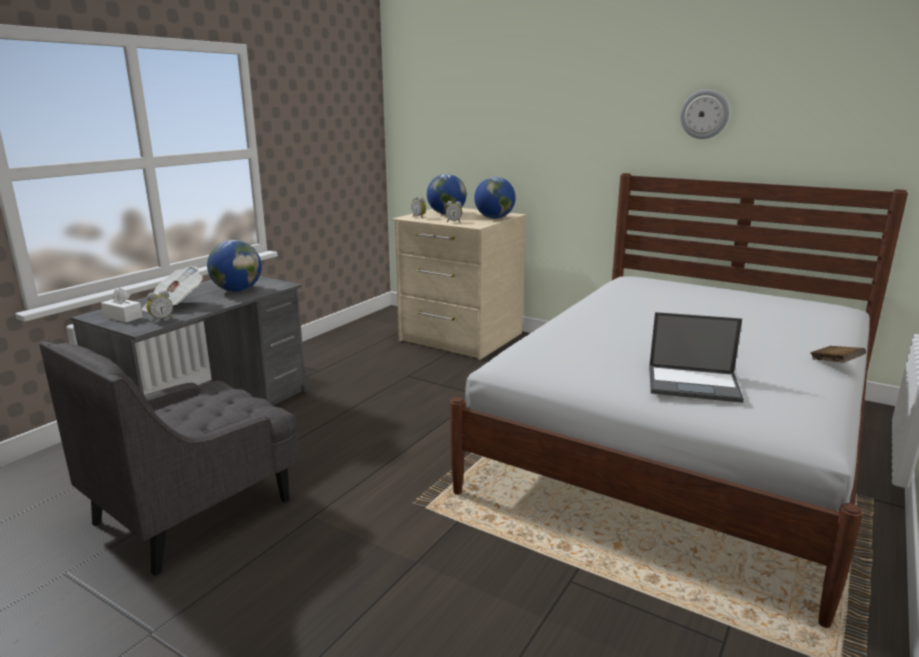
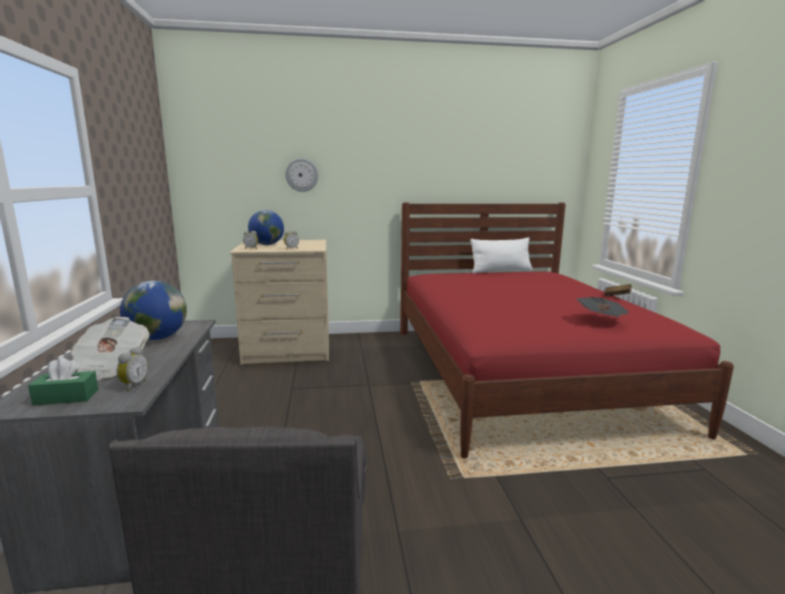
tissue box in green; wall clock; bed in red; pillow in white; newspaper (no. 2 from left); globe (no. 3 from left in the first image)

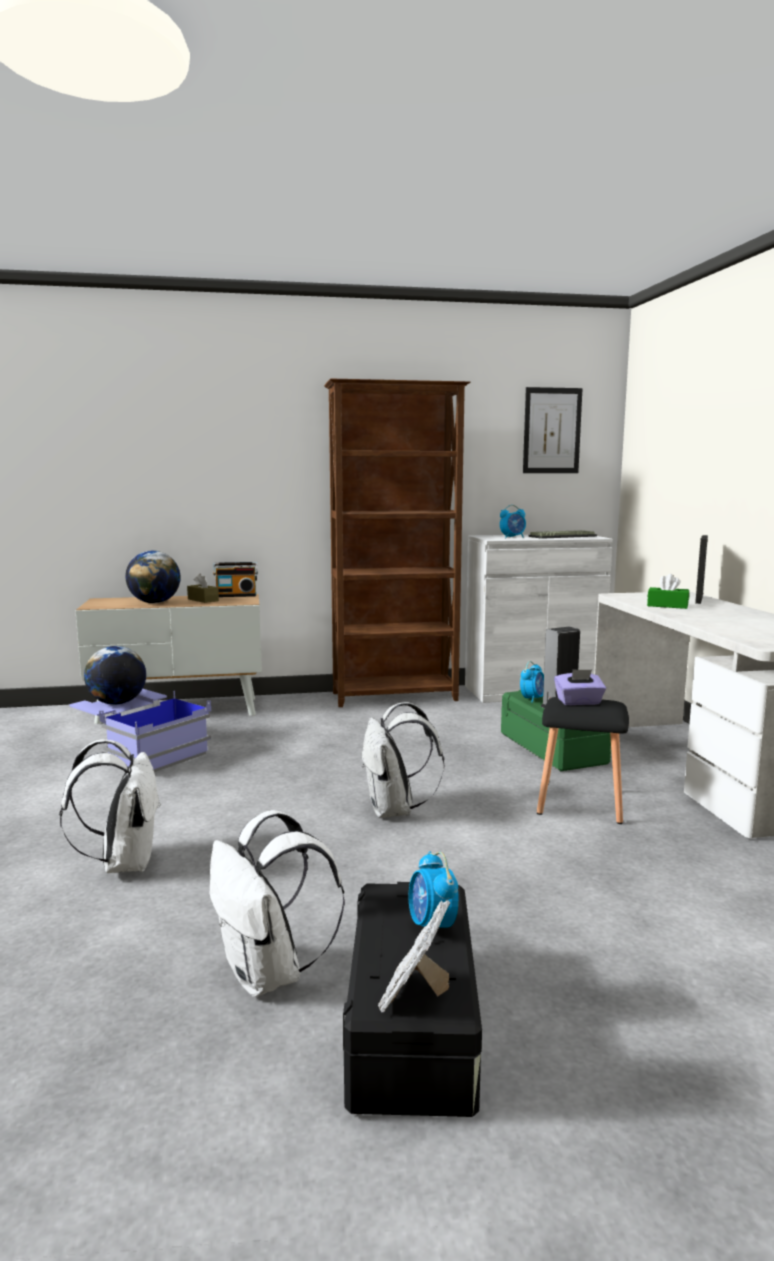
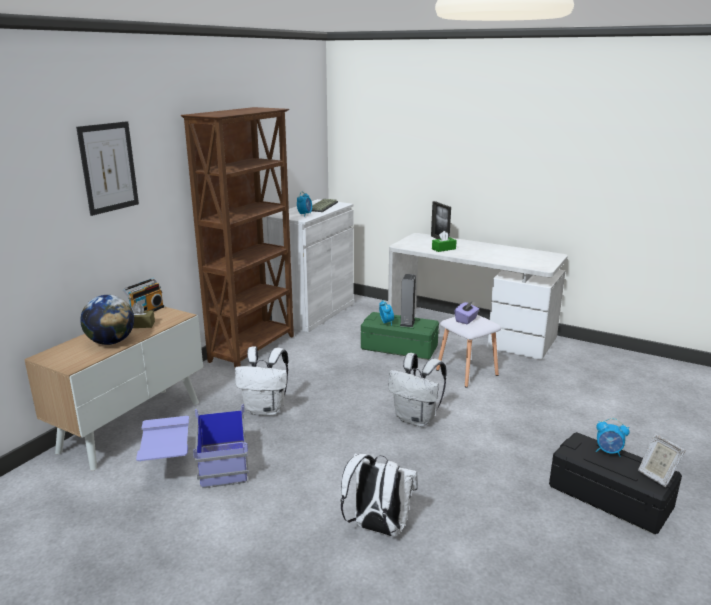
picture; backpack in white (no. 1 from left); stool in white; globe (no. 1 from left in the first image)

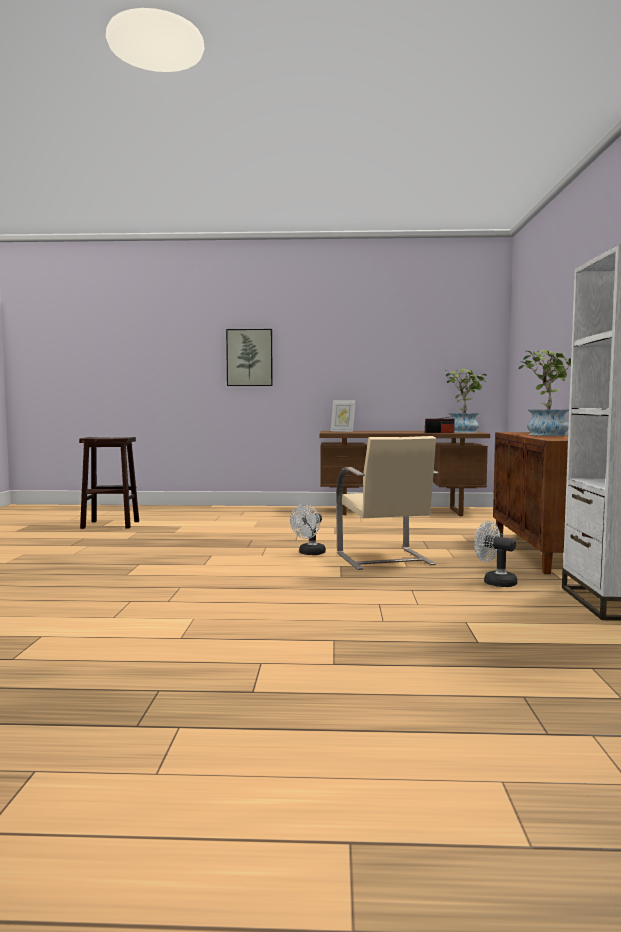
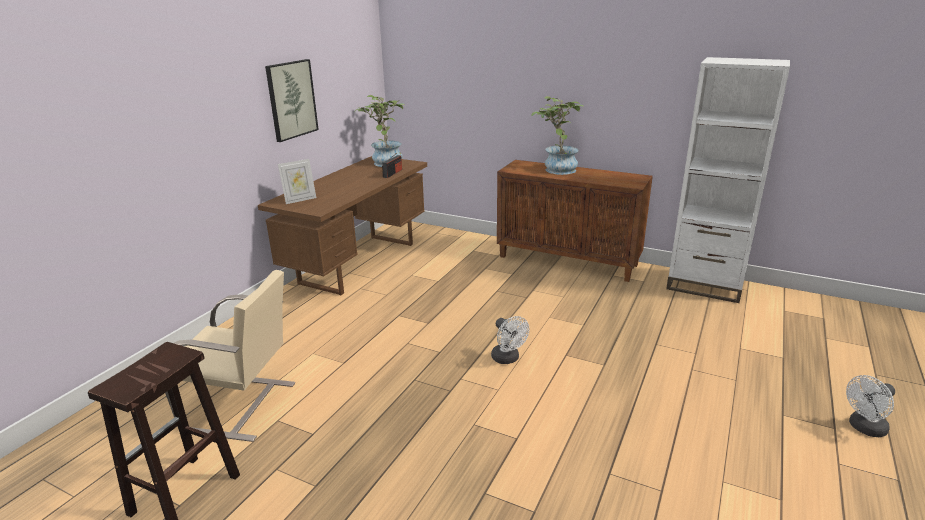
chair in beige; picture; fan in white (no. 2 from left)

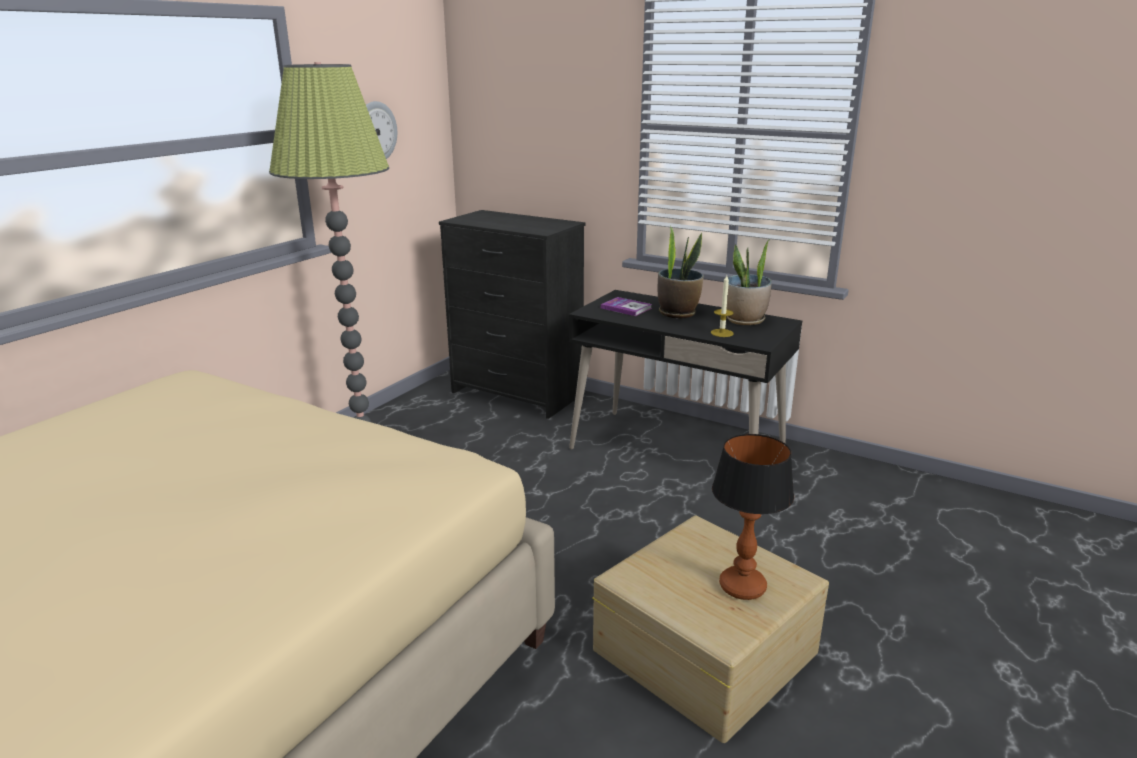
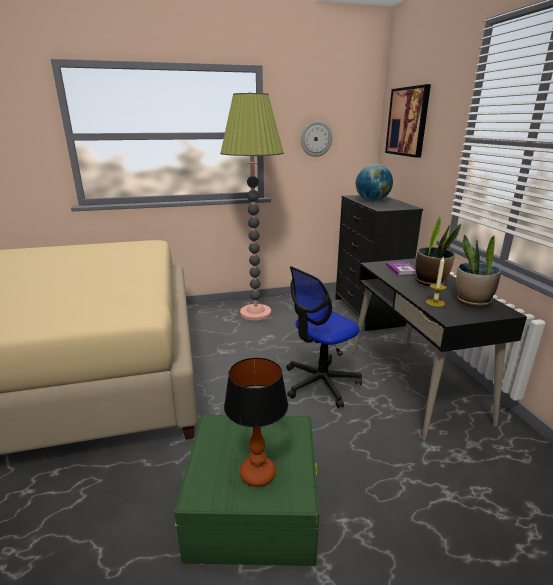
storage box in green; office chair; globe; picture

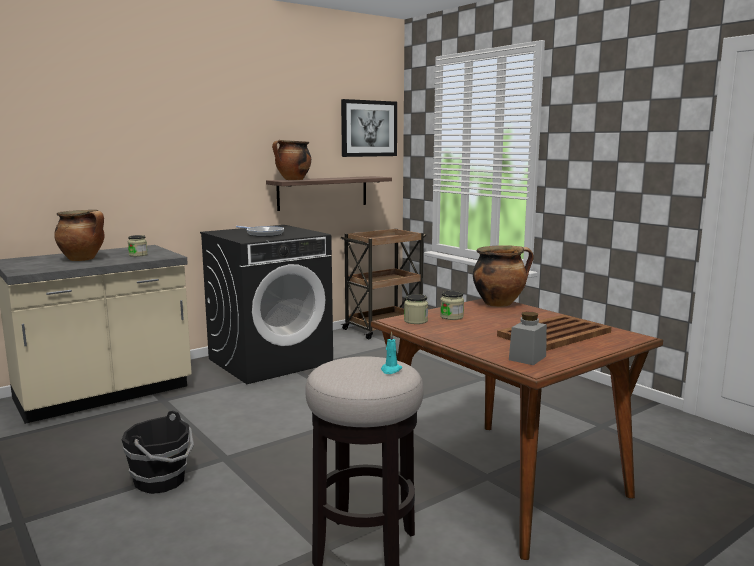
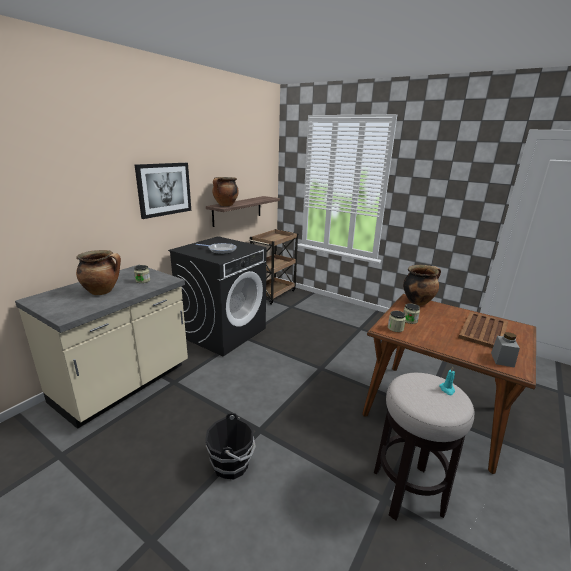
picture

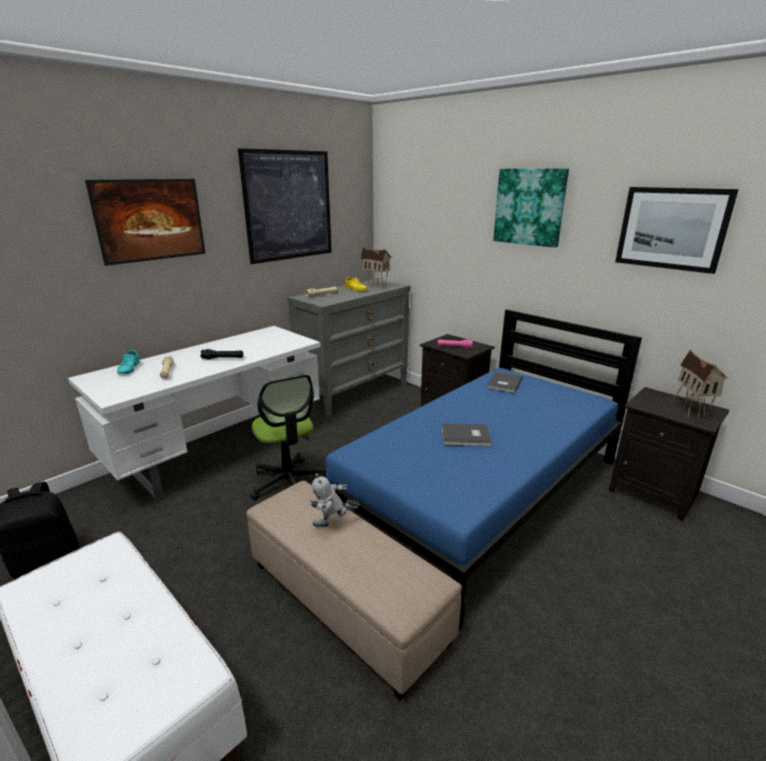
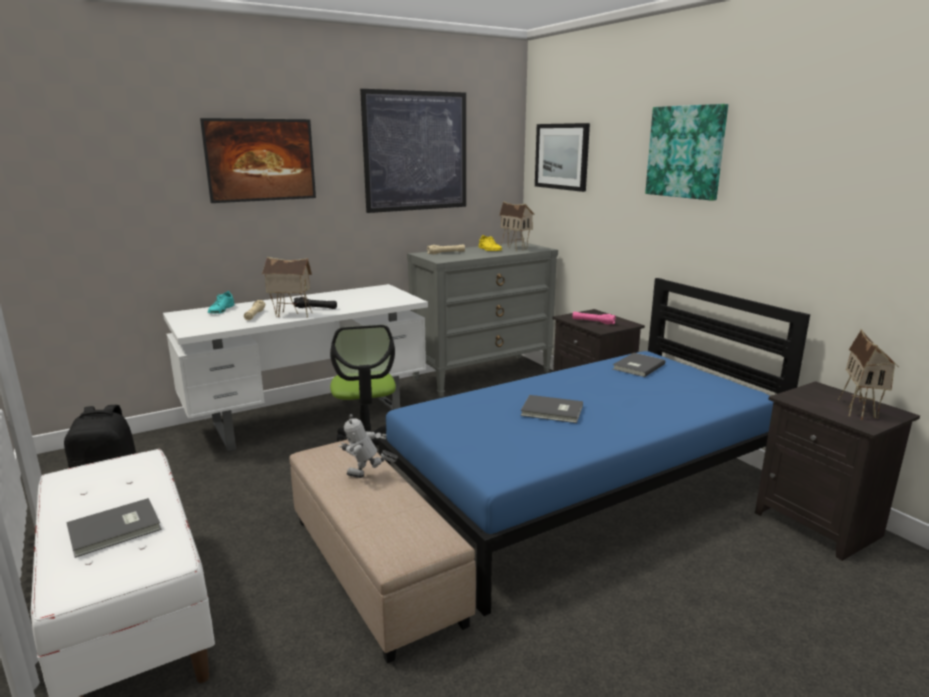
book in grey (no. 1 from left); toy house (no. 1 from left); picture (no. 3 from left)

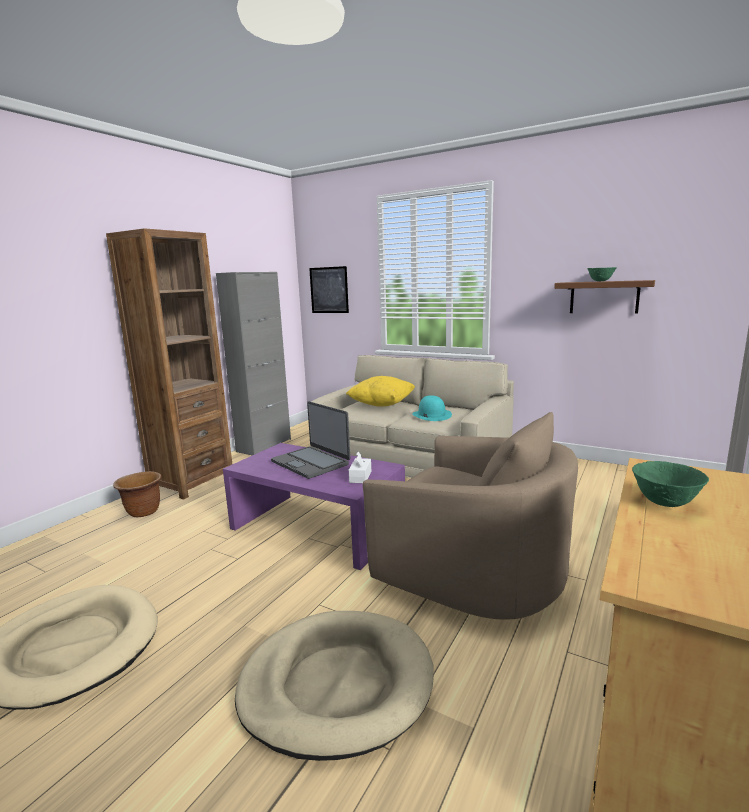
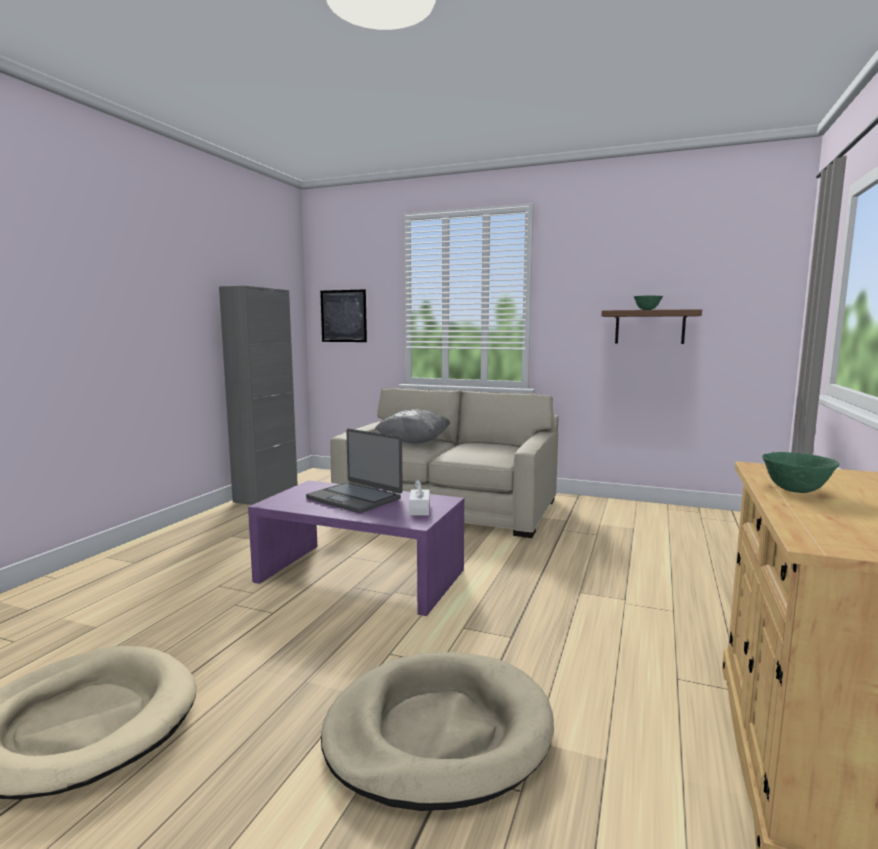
pillow in grey; bookcase in brown; planter in brown; armchair in beige; hat in turquoise

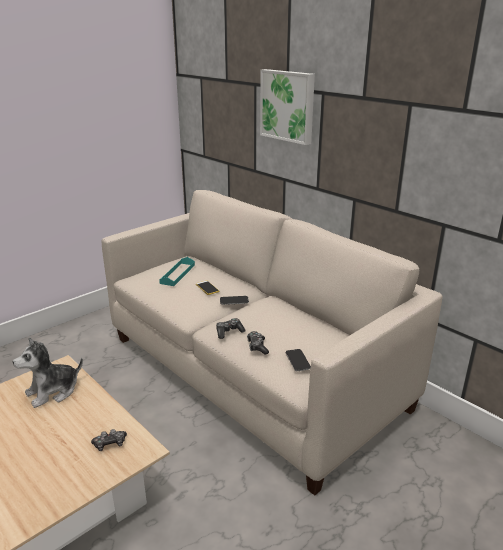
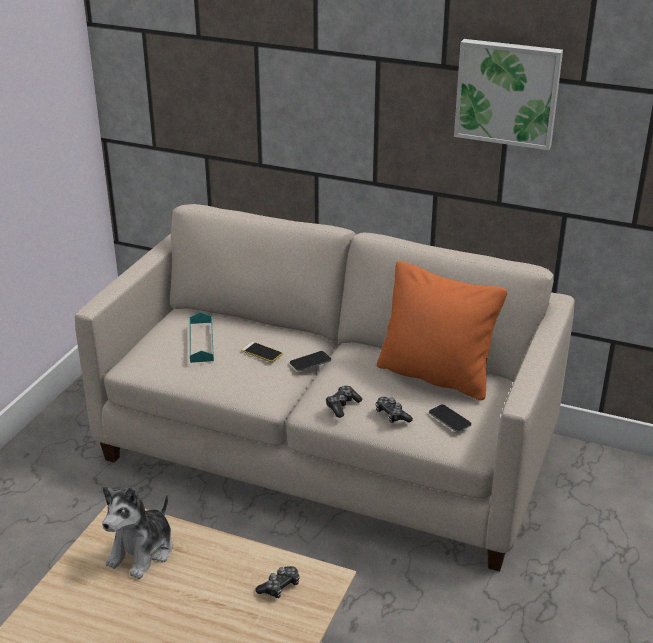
pillow in orange; picture

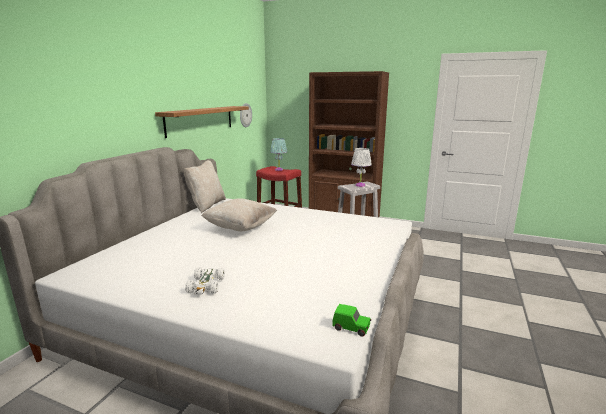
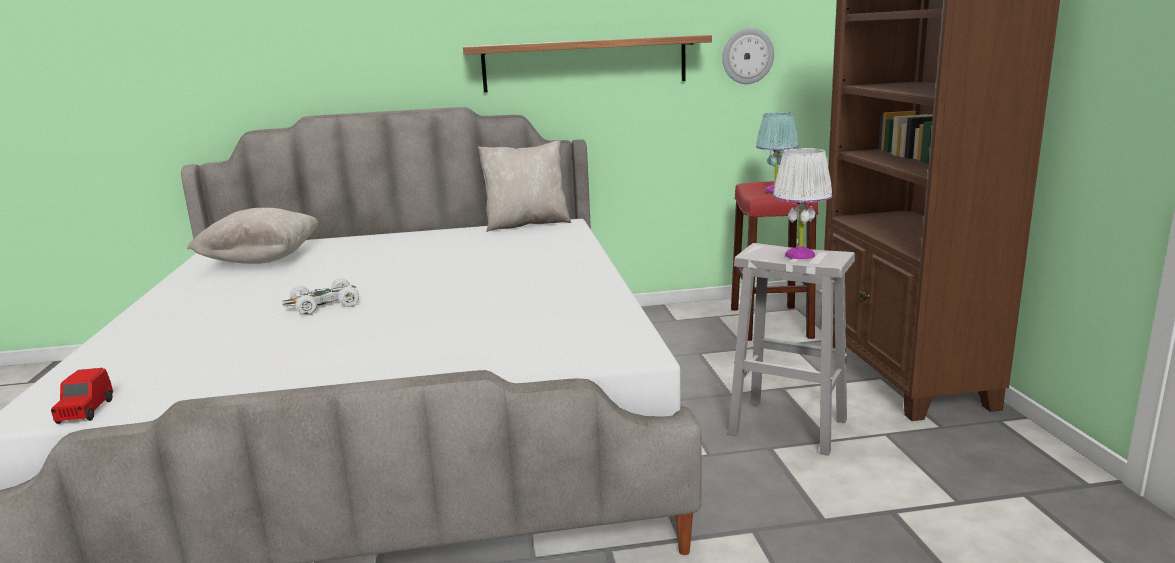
toy car in red; pillow in beige (no. 1 from left); toy car in white

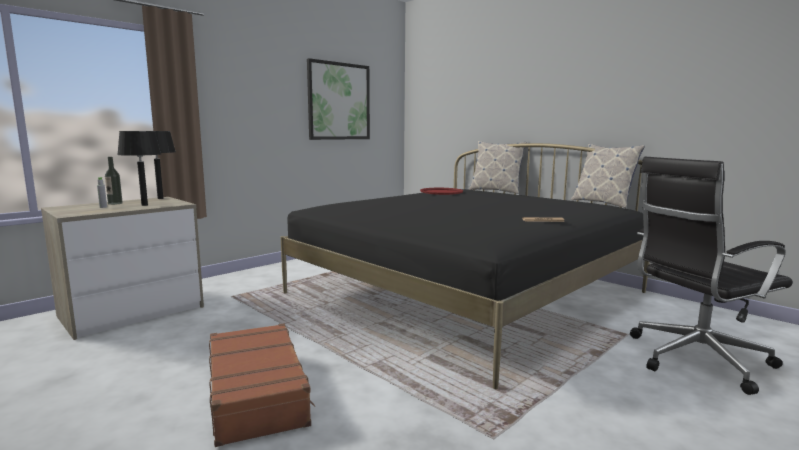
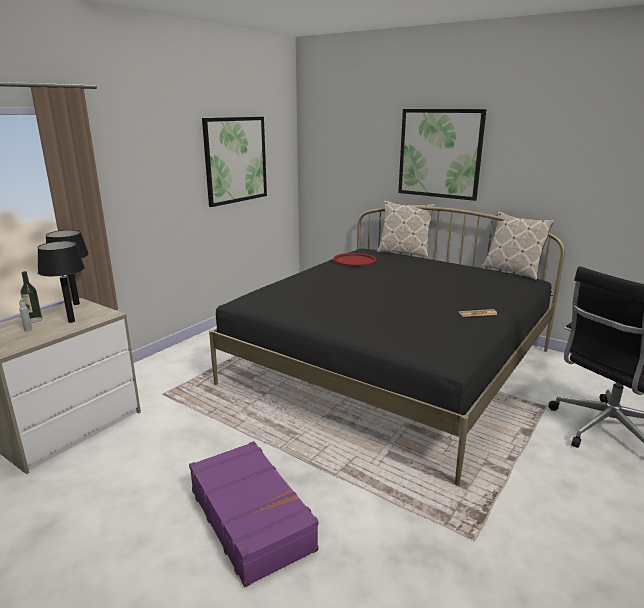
suitcase in purple; picture (no. 2 from left)

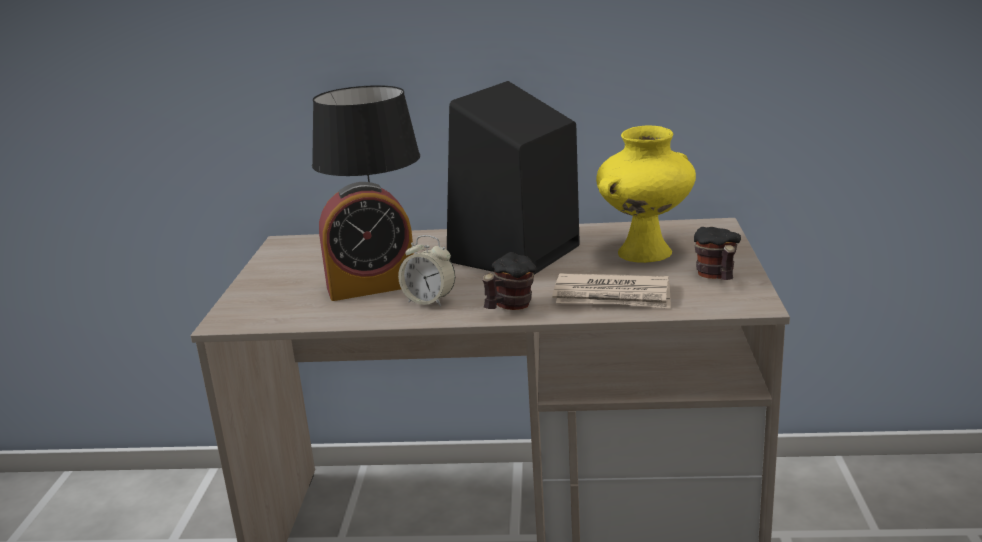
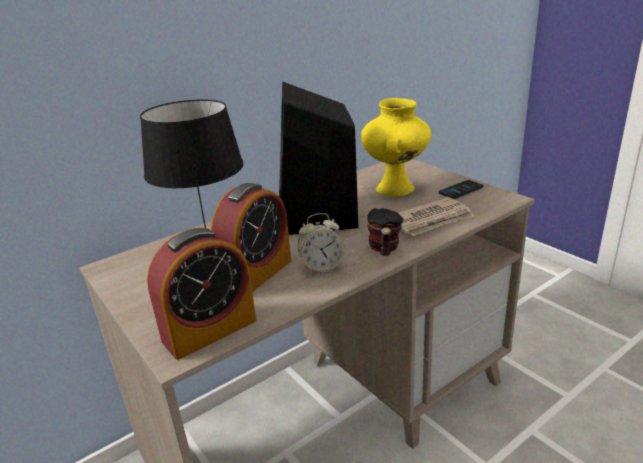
alarm clock (no. 1 from left); phone

